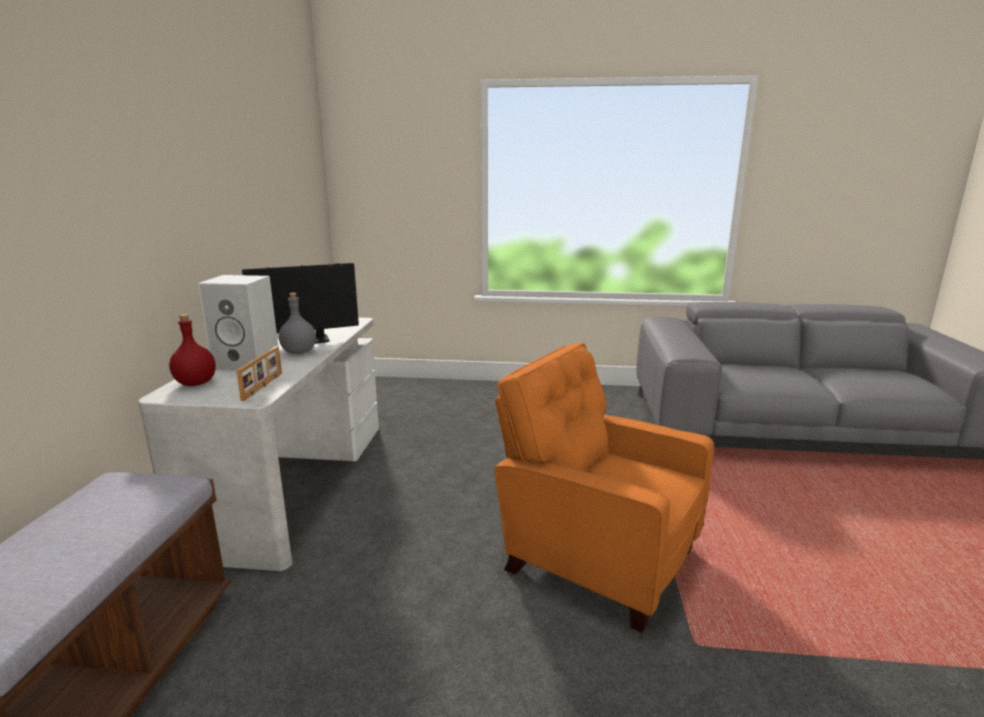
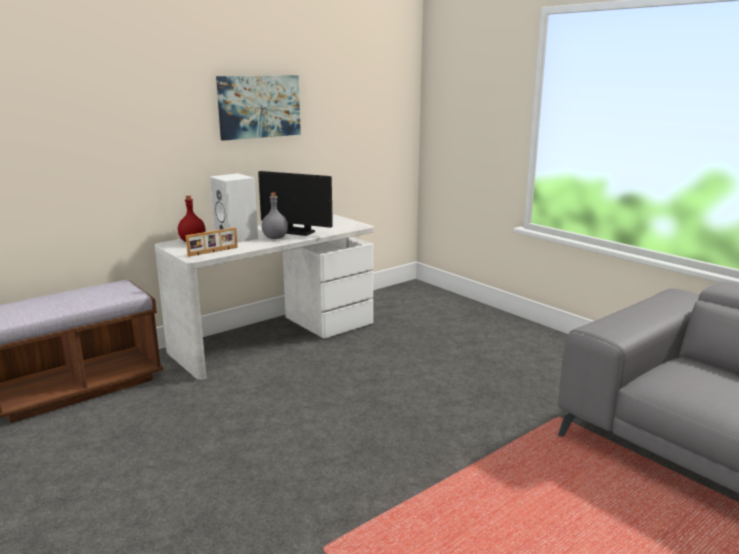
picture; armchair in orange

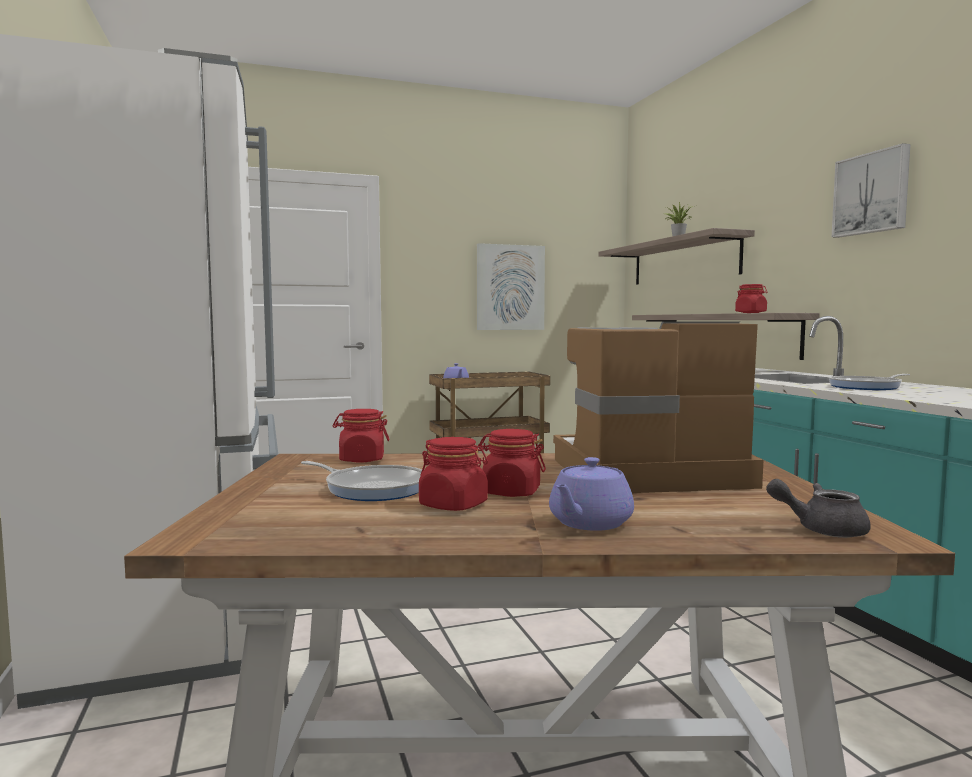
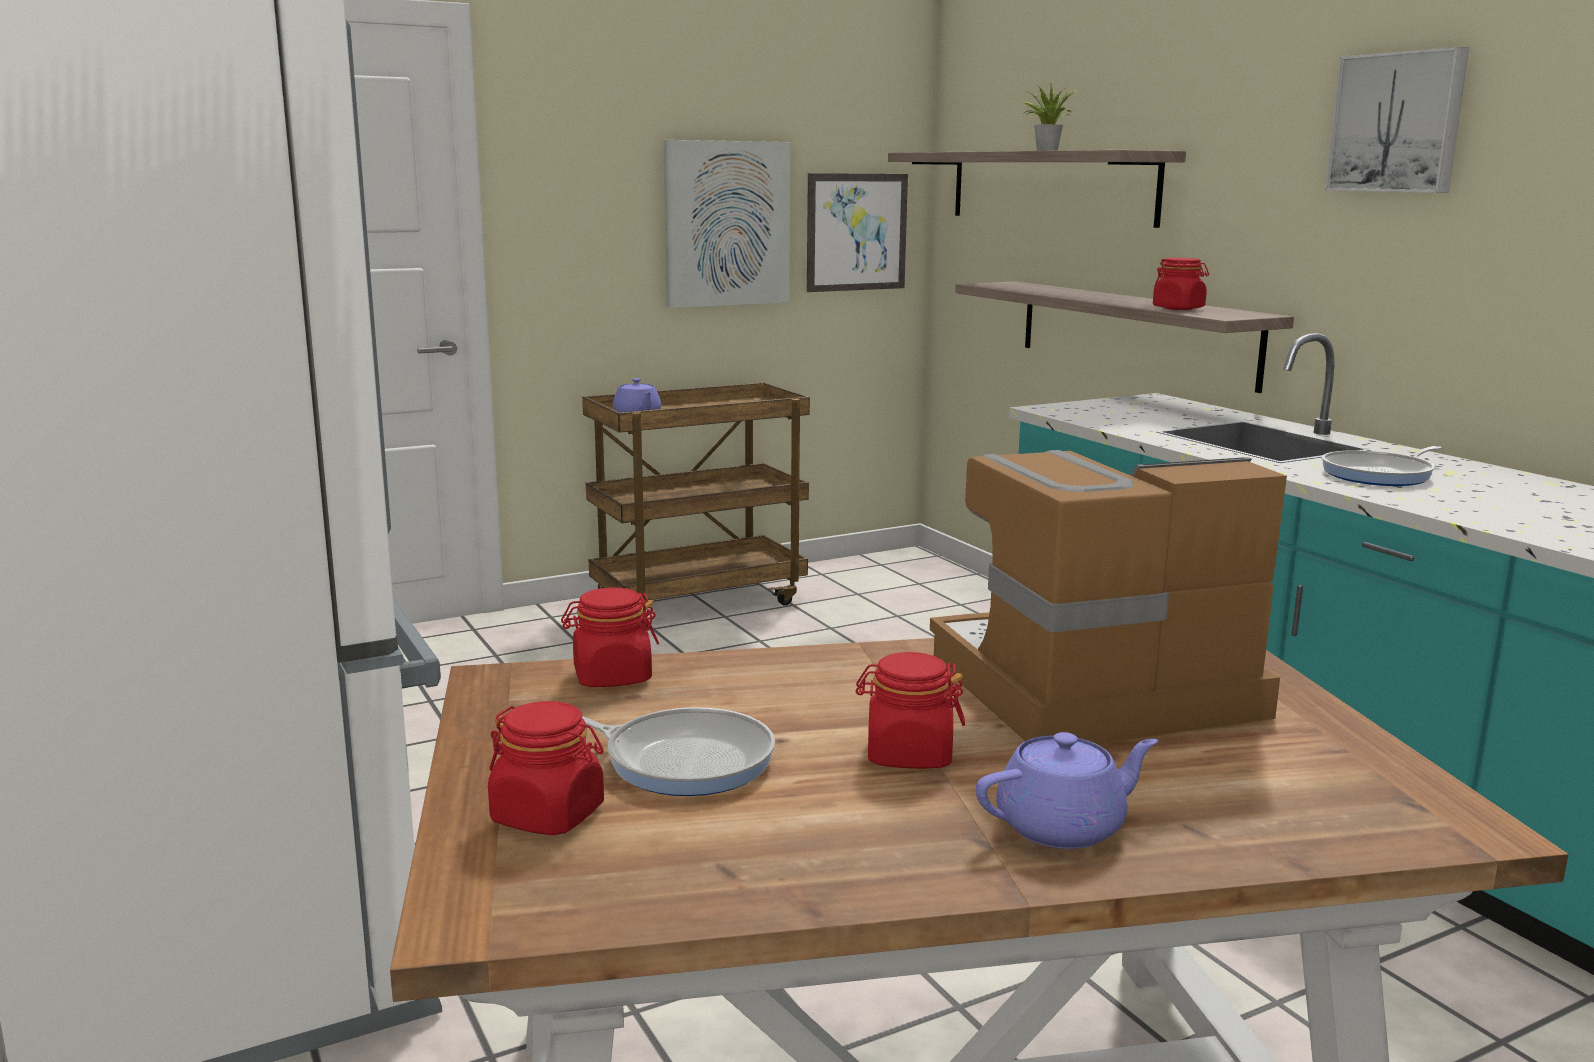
jar in red (no. 1 from left); picture (no. 2 from left); teapot in purple (no. 2 from left); teapot in grey

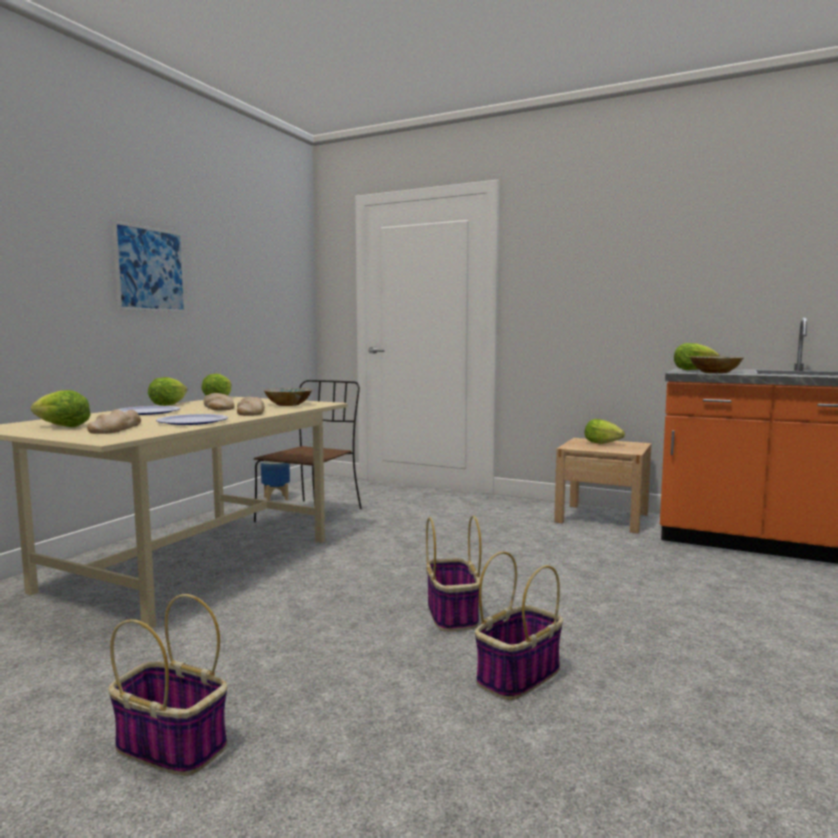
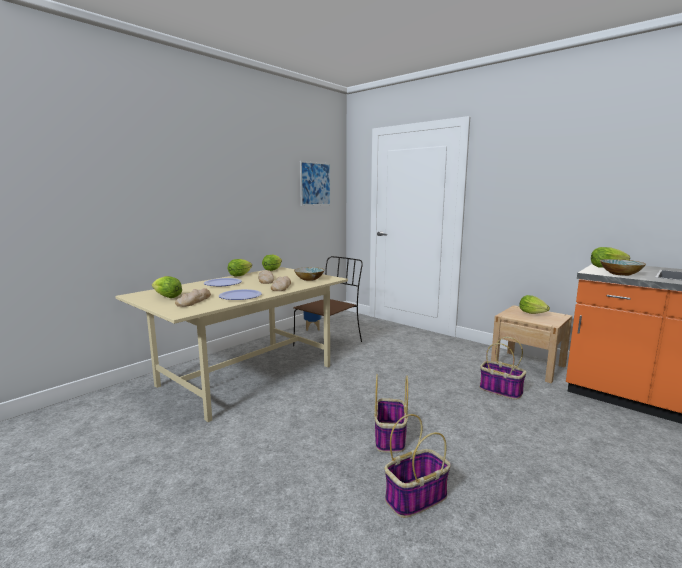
picture; basket (no. 3 from left)

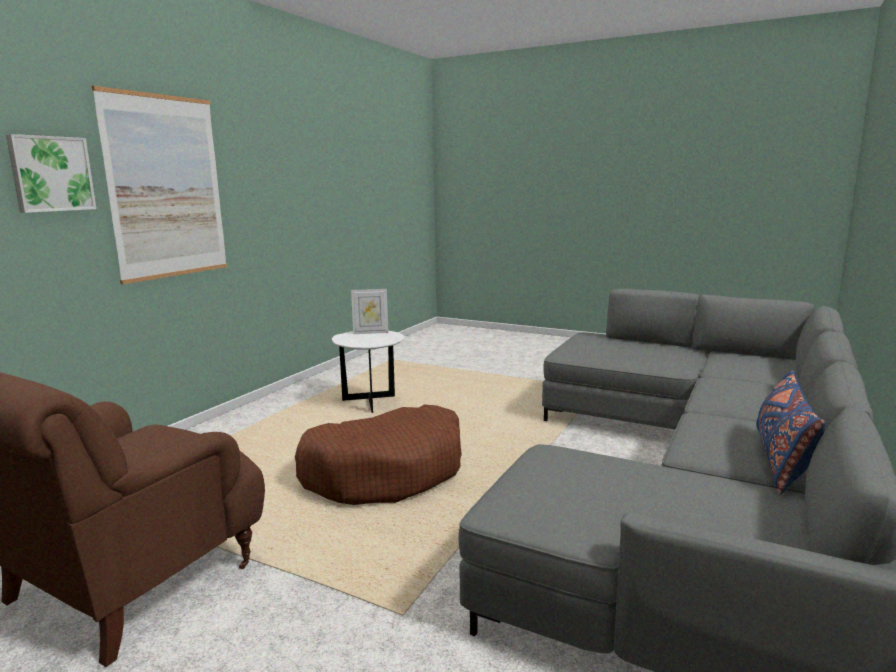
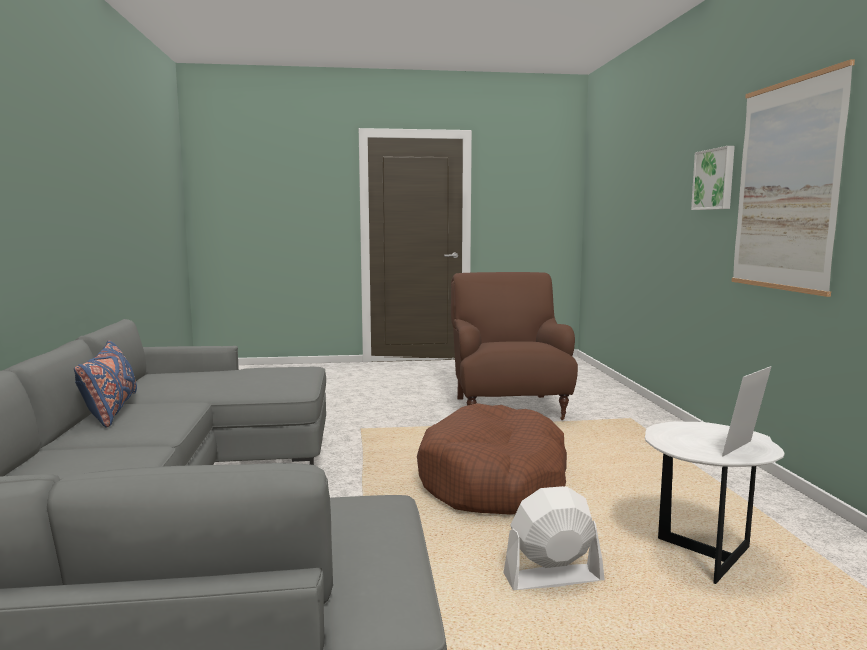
fan in white

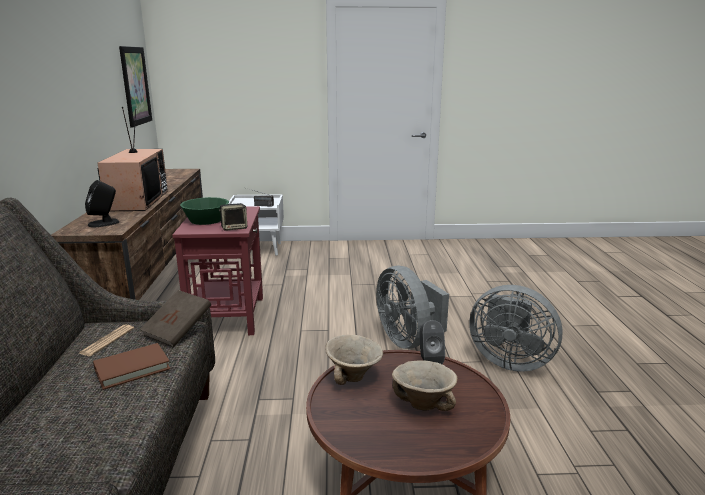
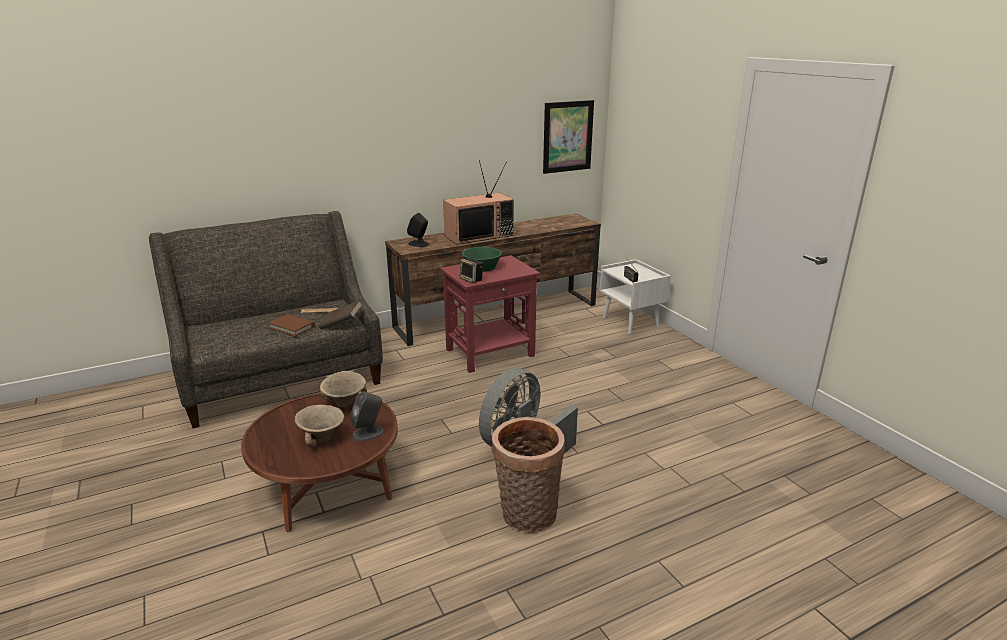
basket

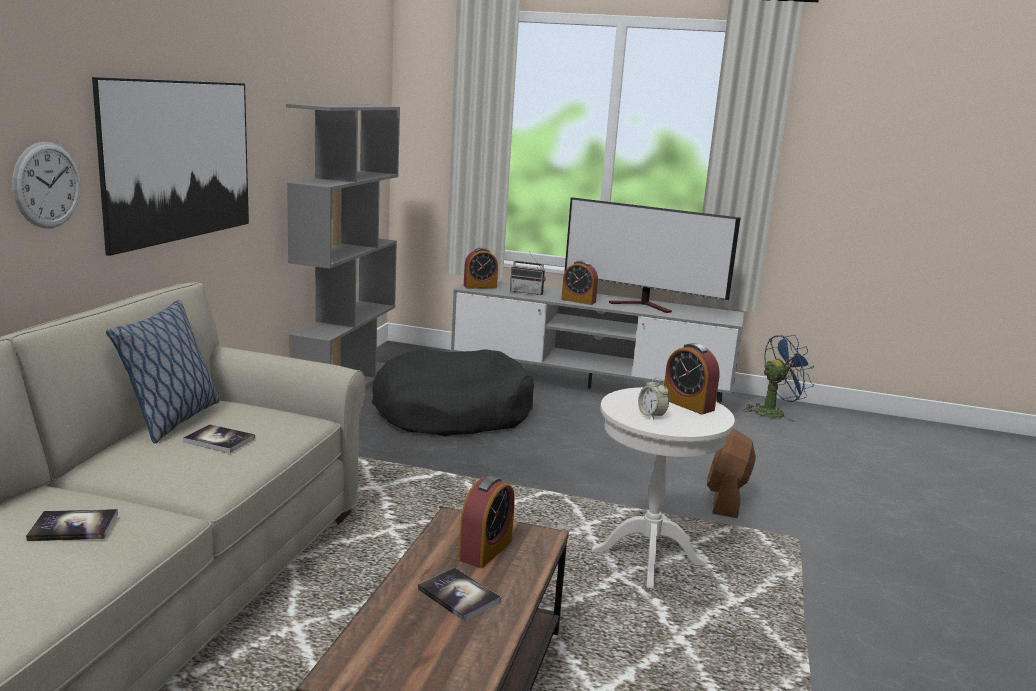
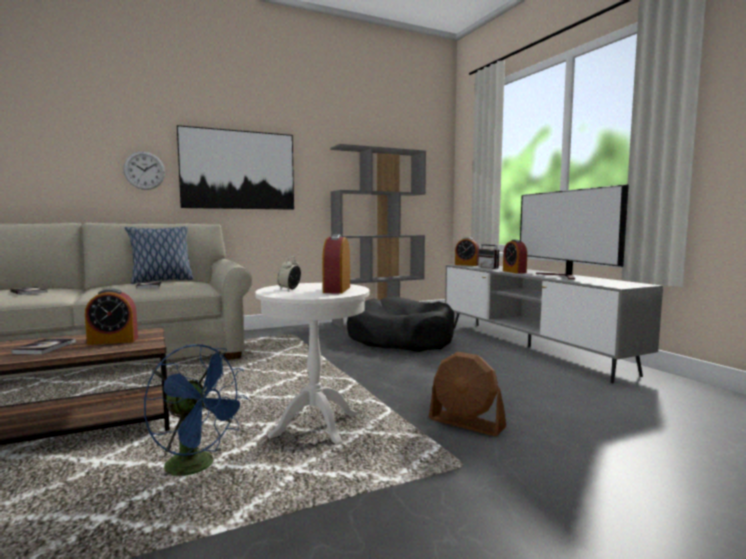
fan in blue; fan in brown

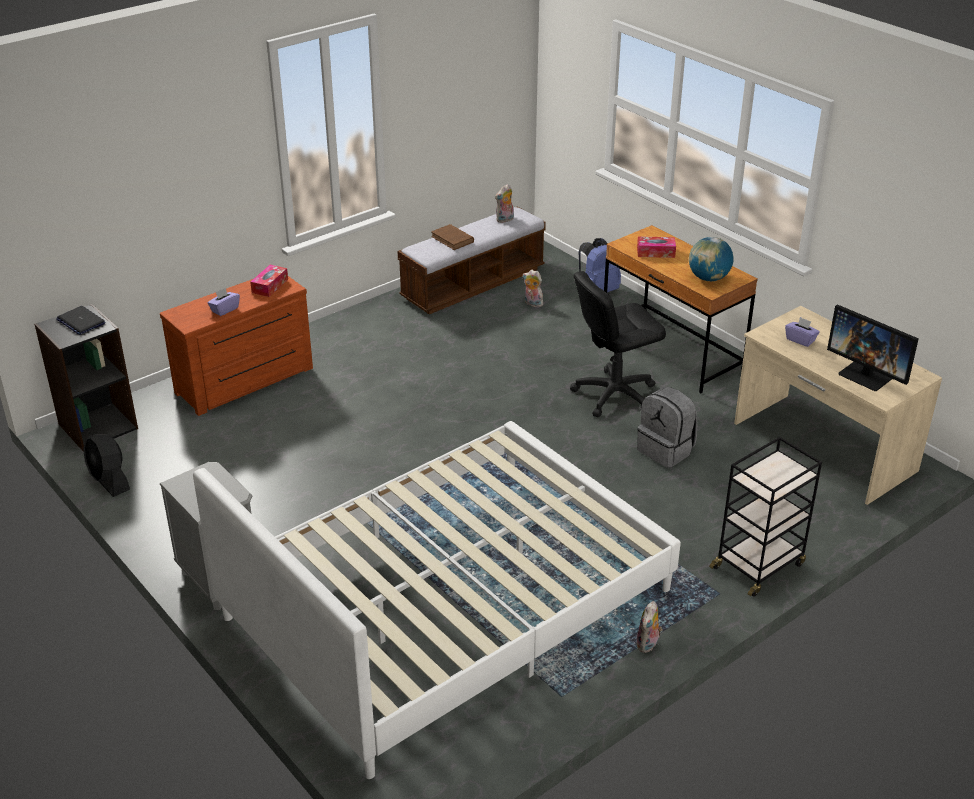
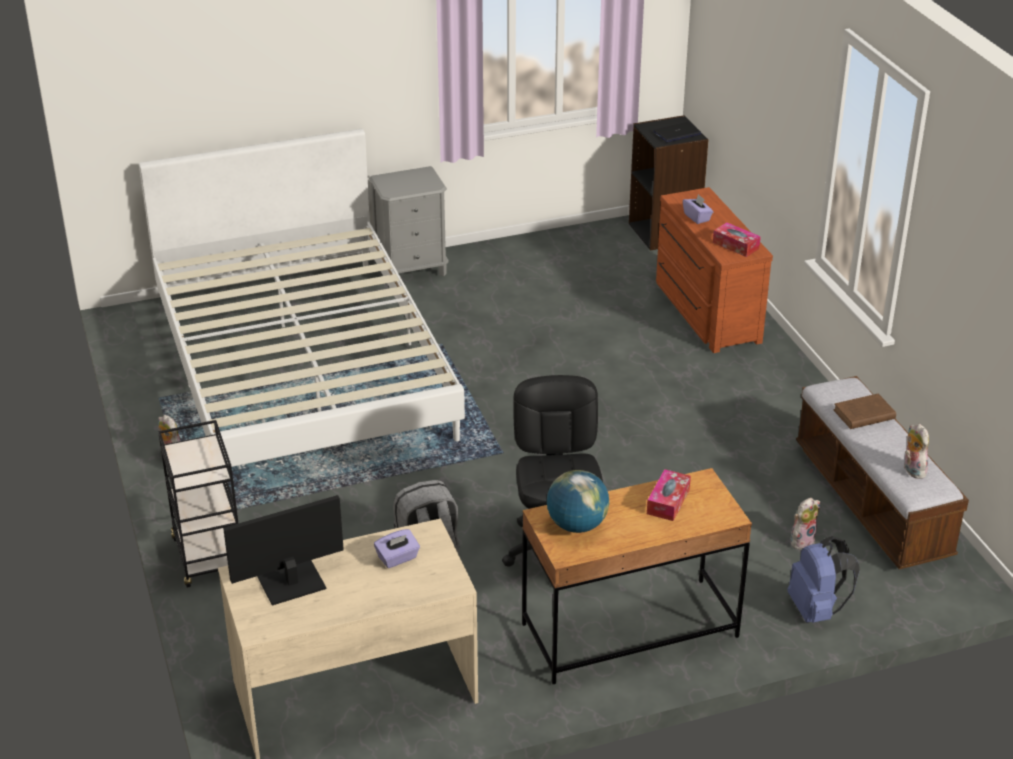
fan in black

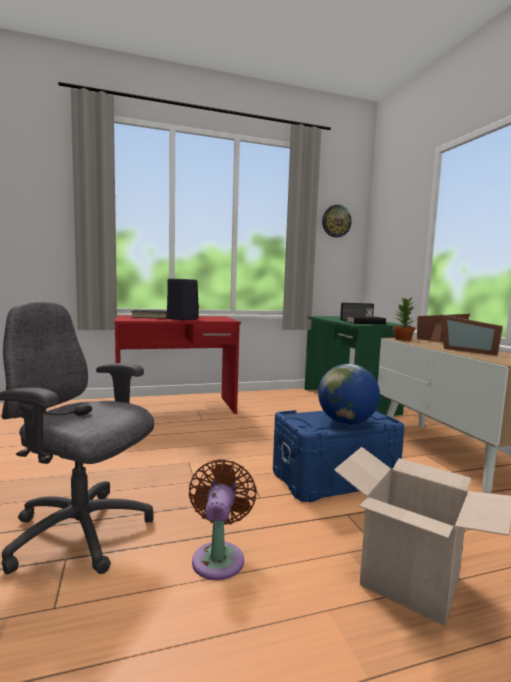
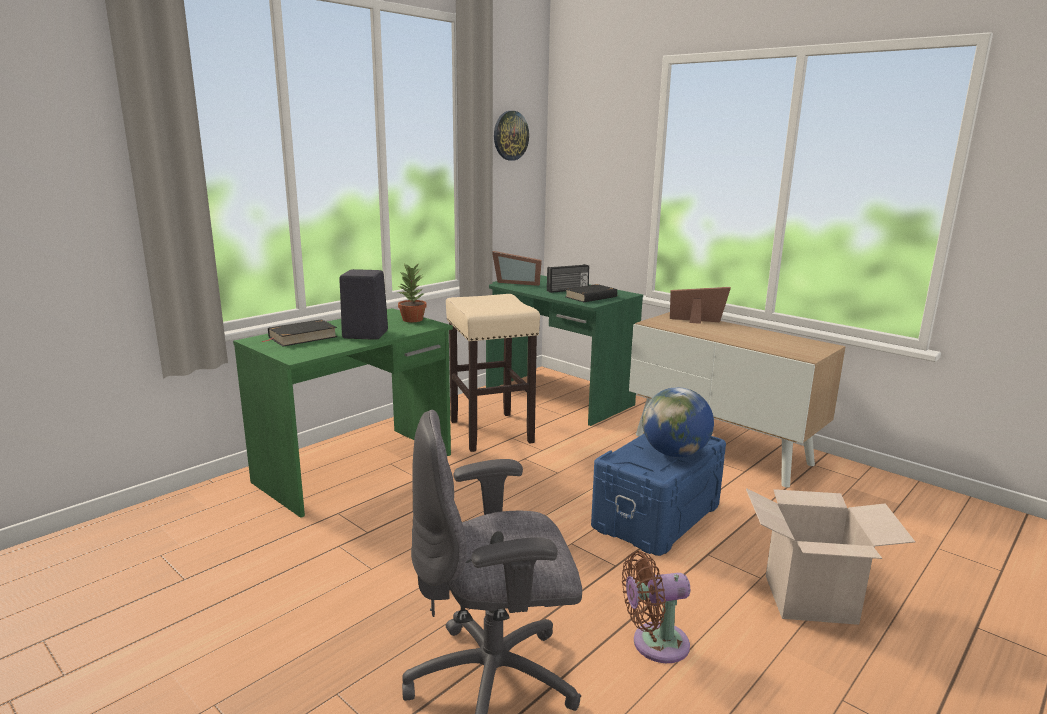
desk in green (no. 1 from left); potted plant; stool in beige; picture frame (no. 1 from left); fan in brown

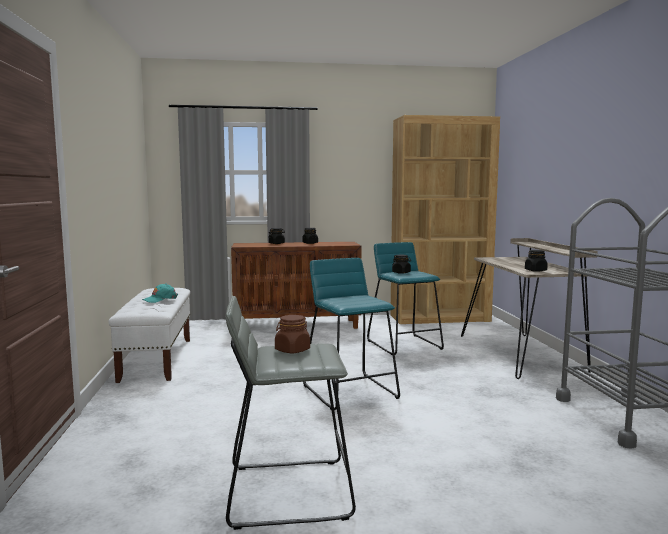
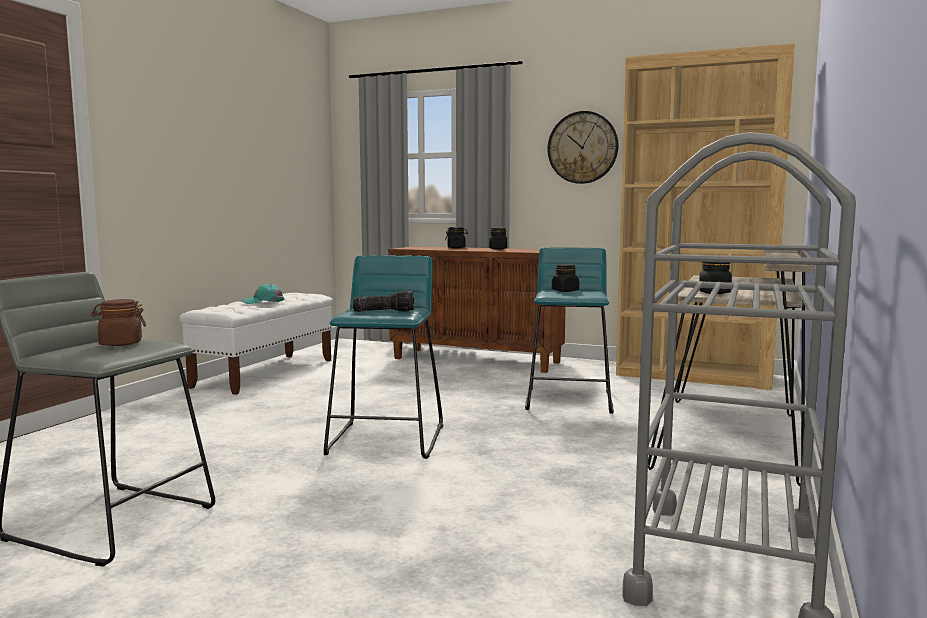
flashlight; wall clock

